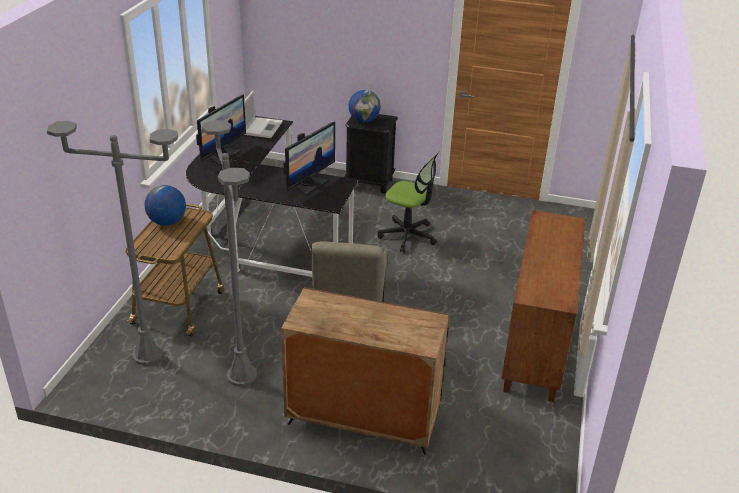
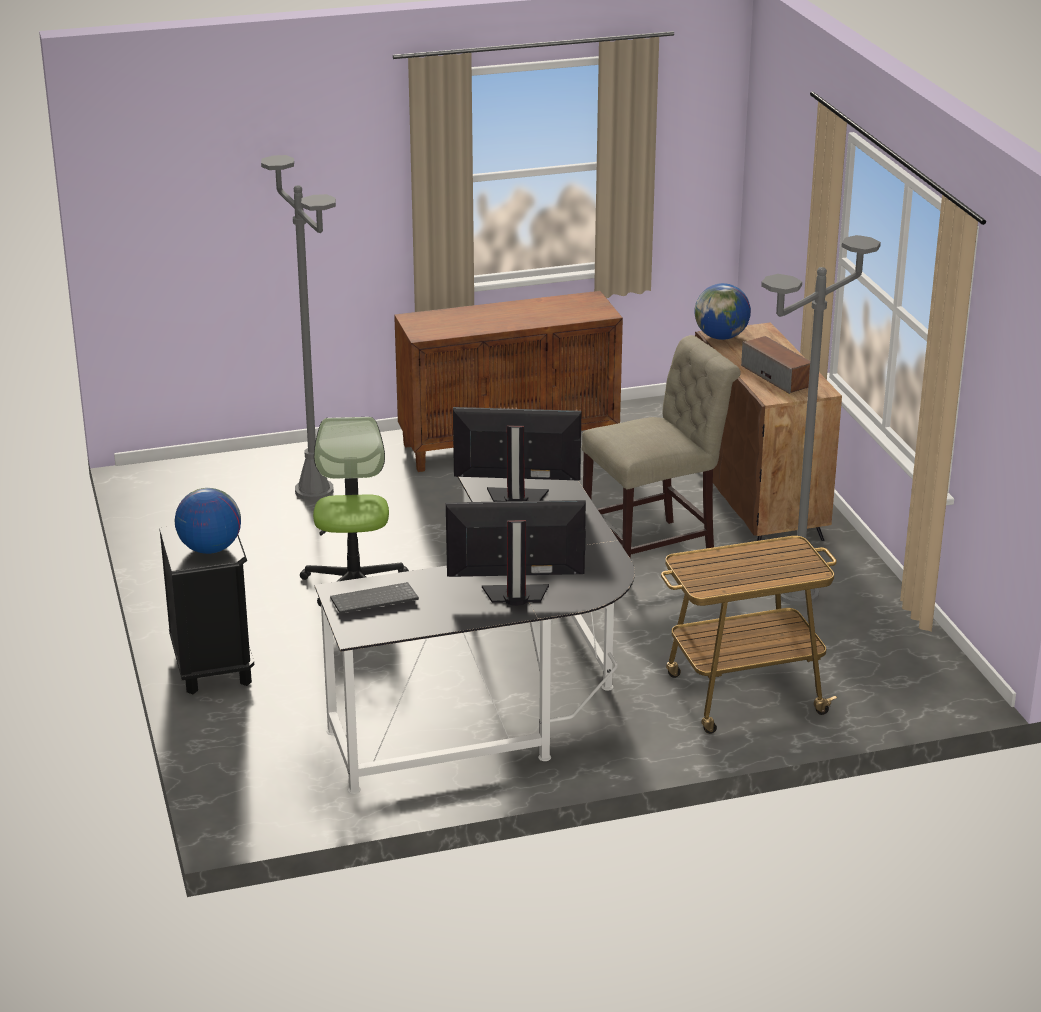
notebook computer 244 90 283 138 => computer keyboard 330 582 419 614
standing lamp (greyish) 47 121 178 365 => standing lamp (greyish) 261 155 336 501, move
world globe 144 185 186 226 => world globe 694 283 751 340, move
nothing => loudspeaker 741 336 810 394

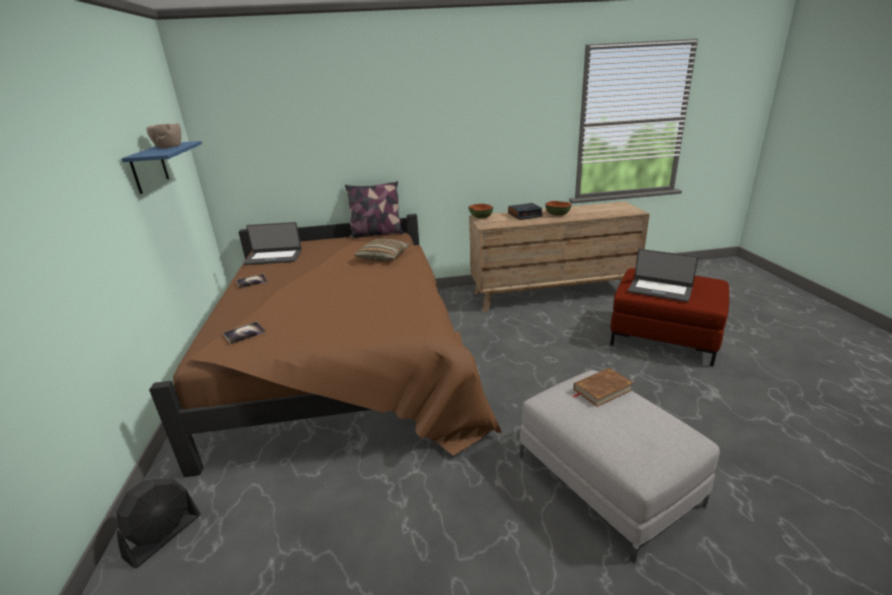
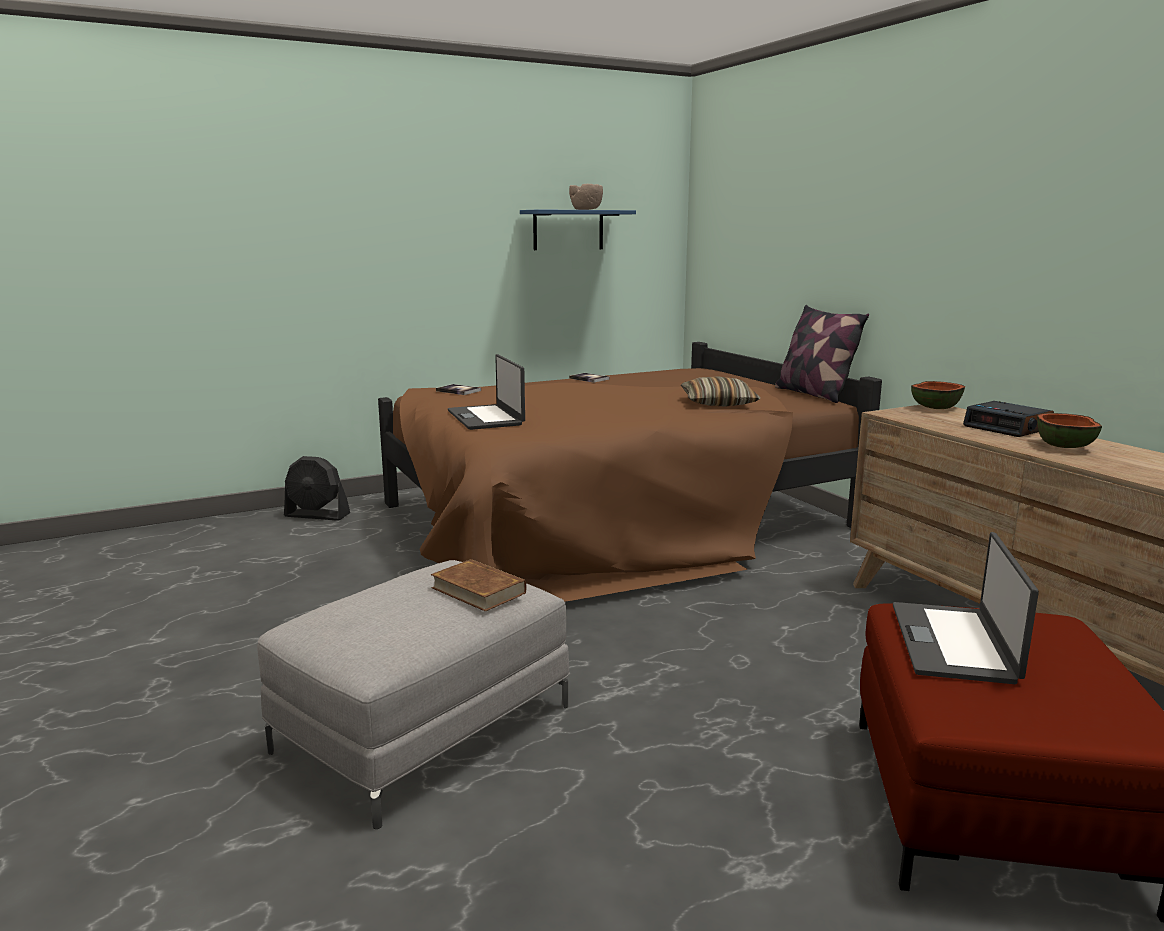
notebook computer 243 222 302 265 => notebook computer 448 354 525 430, move

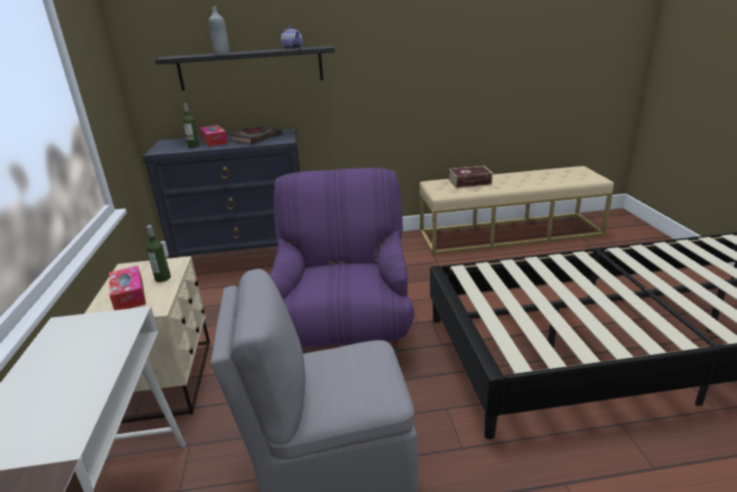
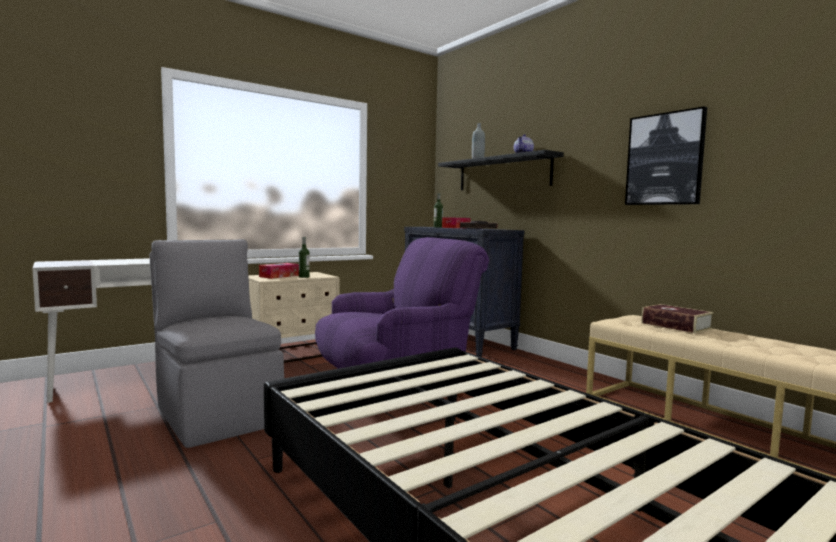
nothing => wall art 625 106 707 205

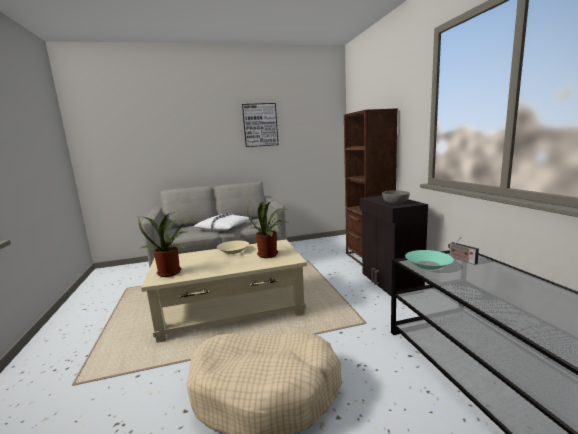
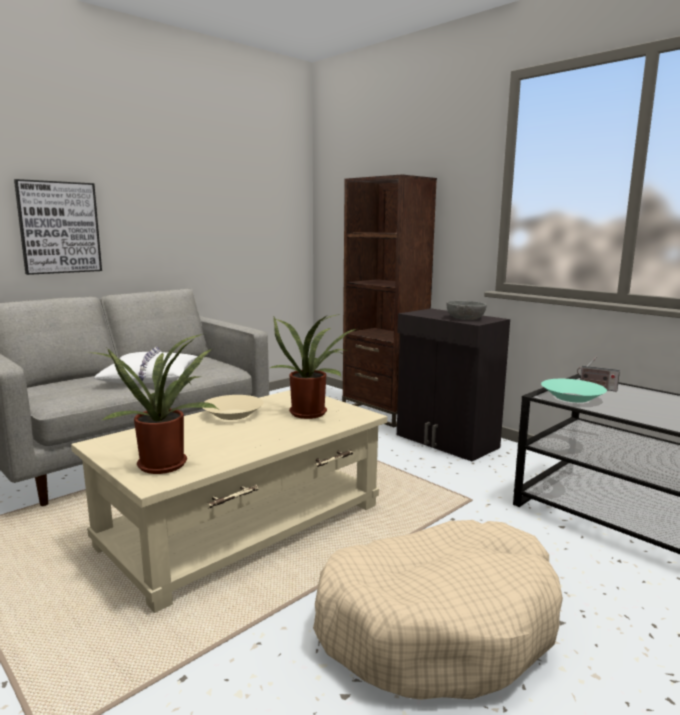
wall art 242 103 278 147 => wall art 14 179 102 275, move

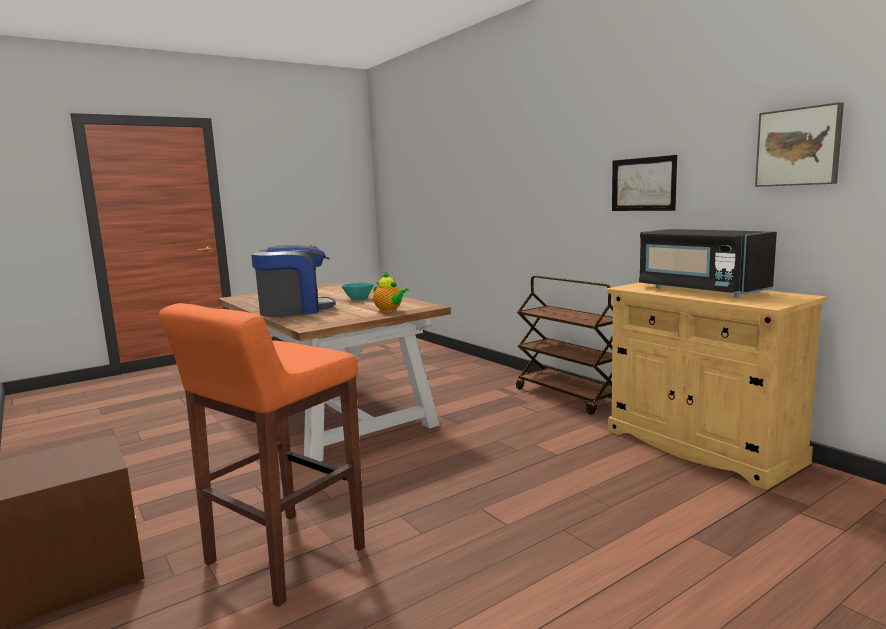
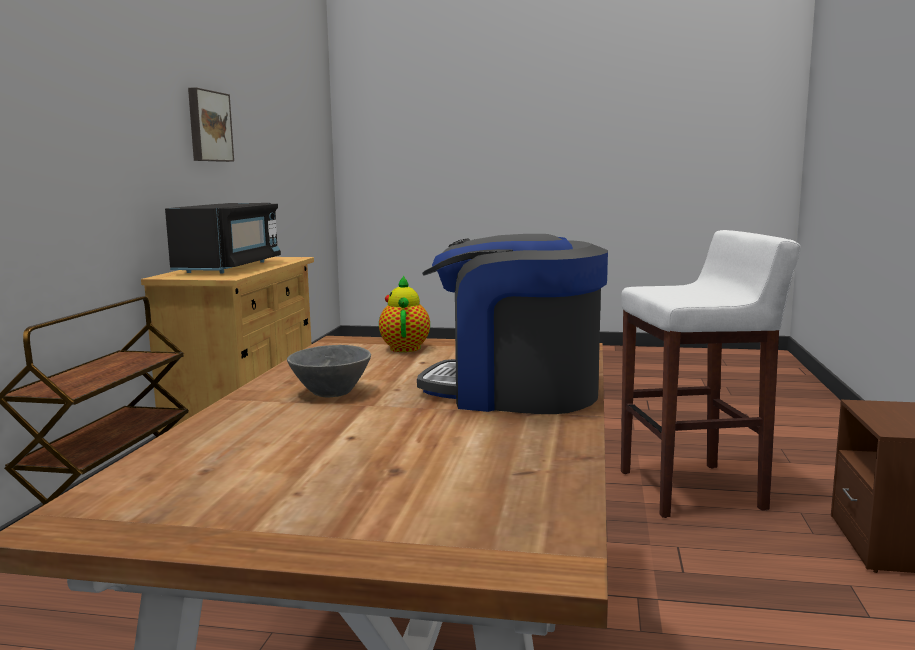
wall art 612 155 677 211 => nothing
deep dish (blue-green) 342 283 374 300 => deep dish (greyish) 287 345 371 397
stool (orangey) 159 303 365 607 => stool (white) 621 230 801 518

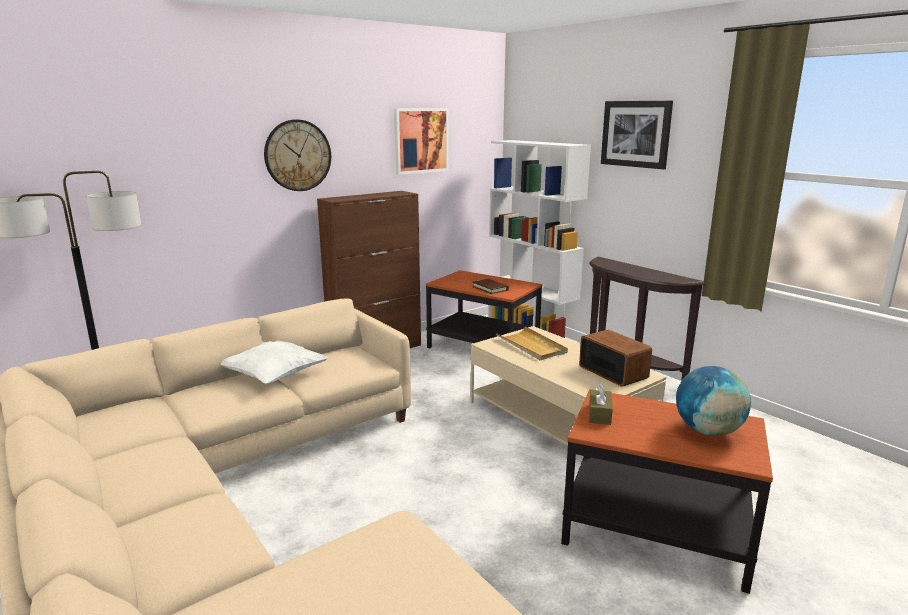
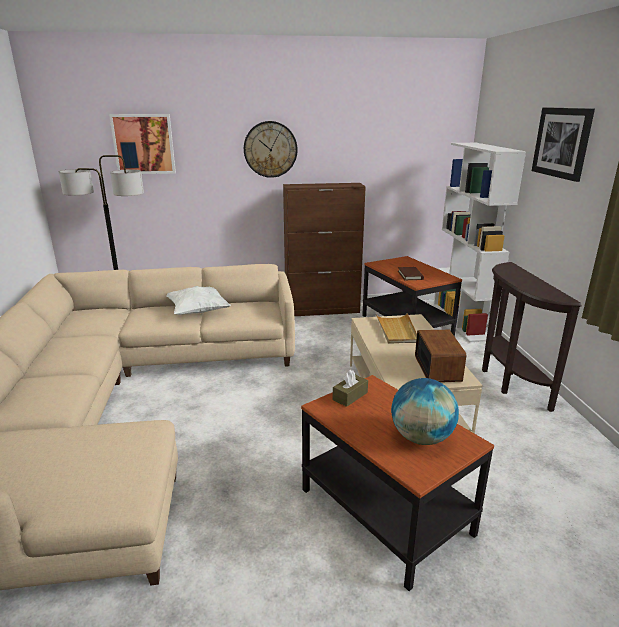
wall art 394 108 449 175 => wall art 109 114 176 174, move

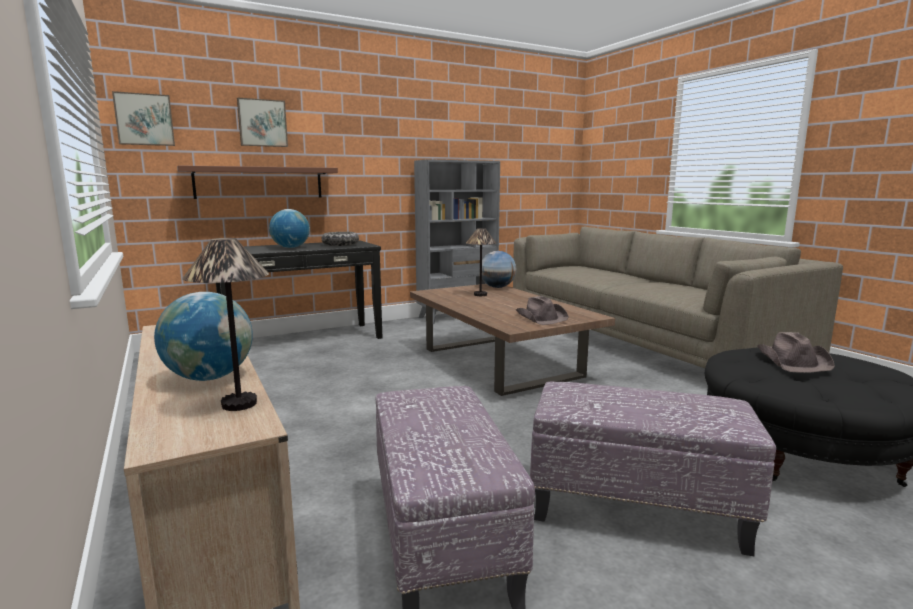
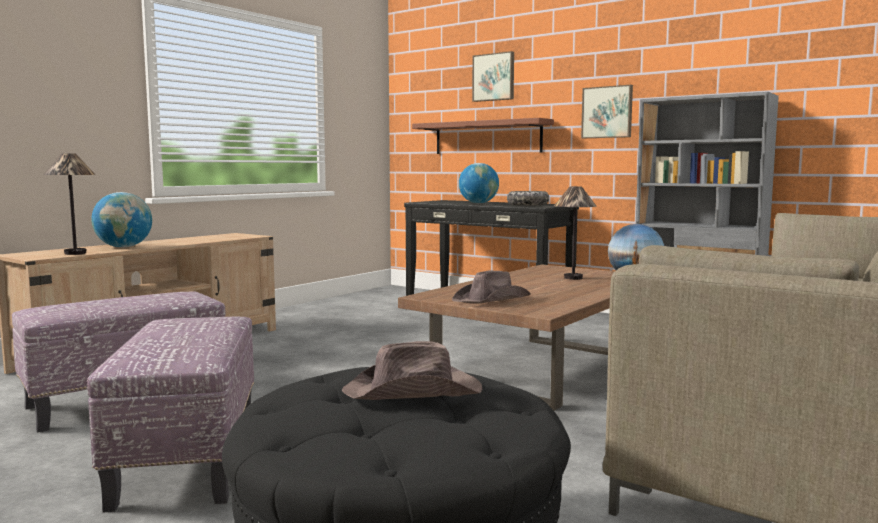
wall art 112 91 175 146 => wall art 581 85 633 138, move

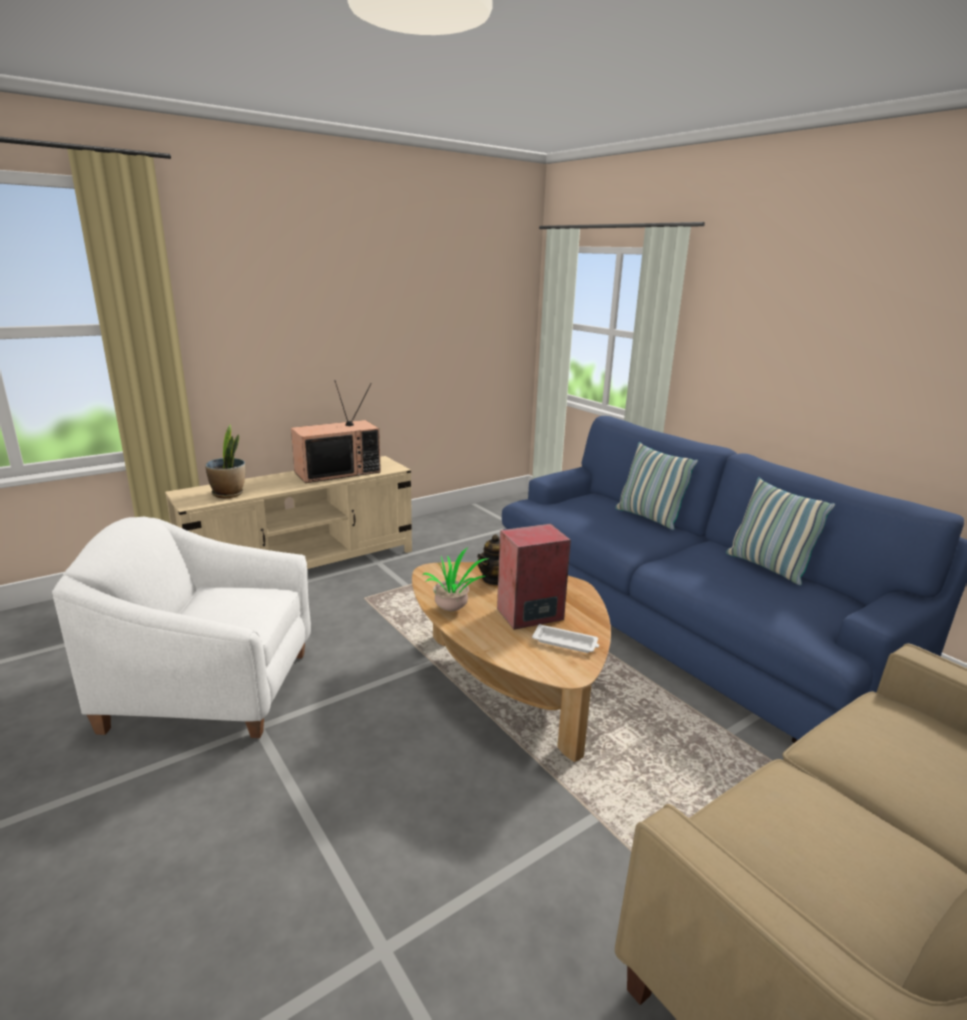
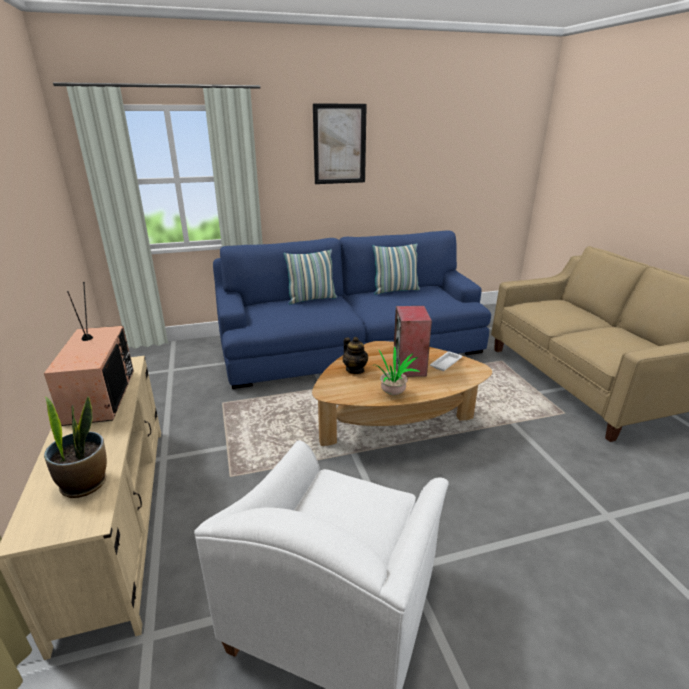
nothing => wall art 313 104 367 184

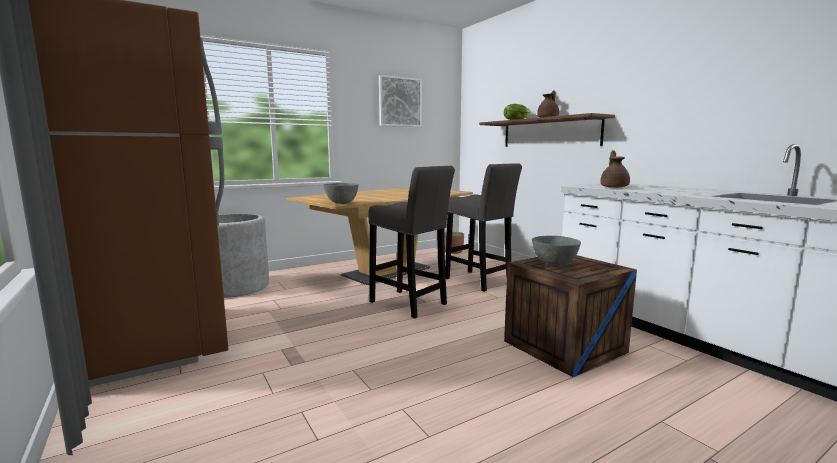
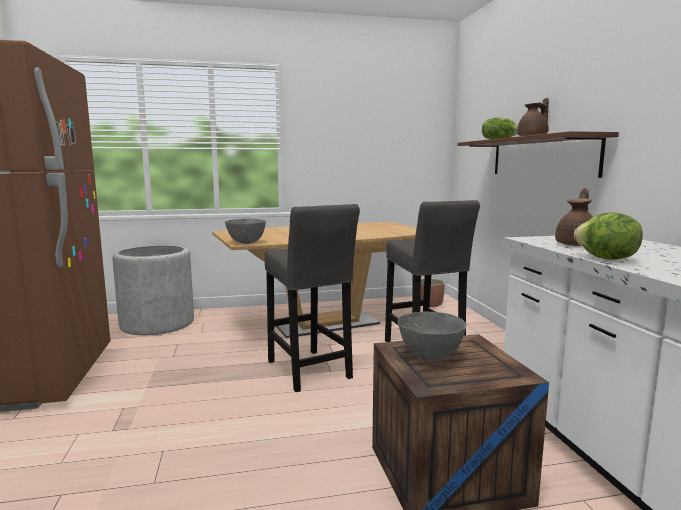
wall art 379 75 422 127 => nothing
nothing => head of lettuce 574 212 643 260

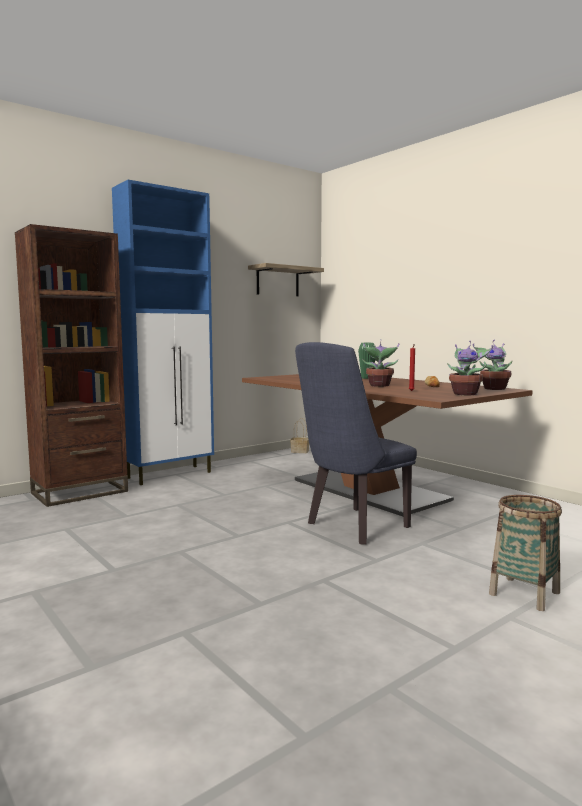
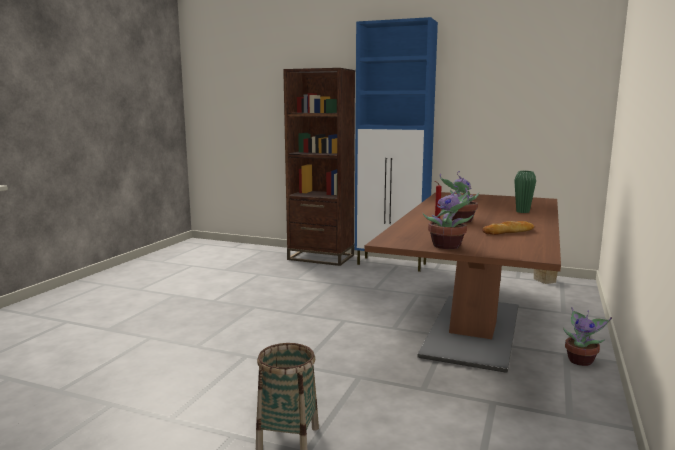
bracket shelf 248 263 324 296 => nothing
plant in a pot 473 340 512 390 => plant in a pot 563 307 612 366, move
chair (blue) 295 342 417 545 => nothing

